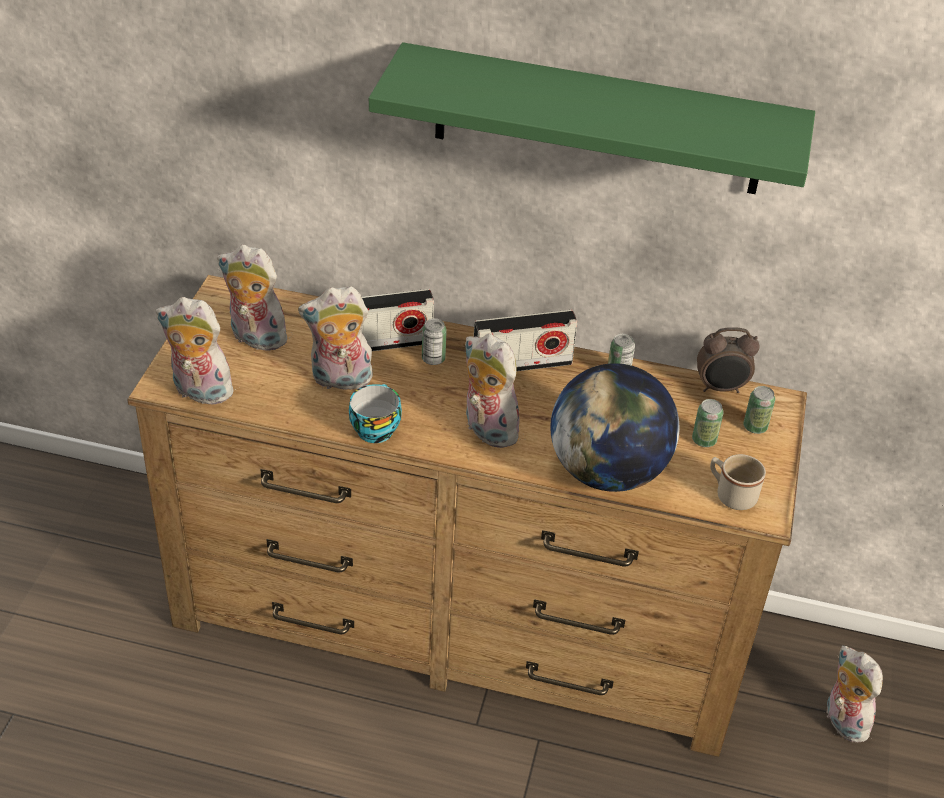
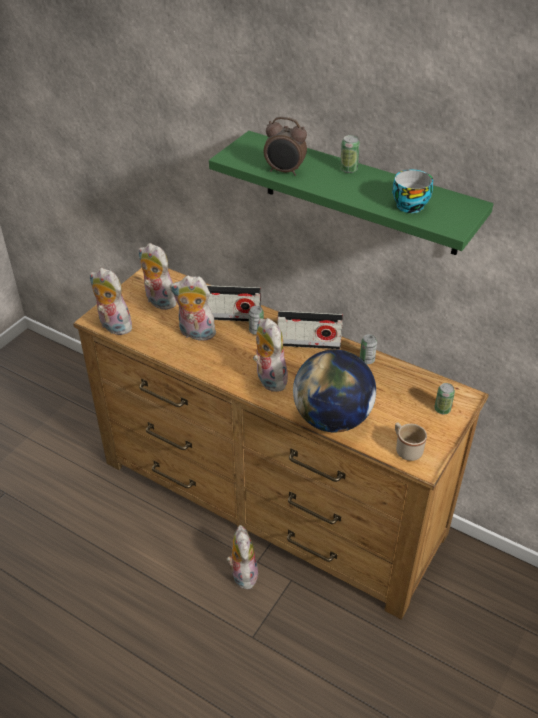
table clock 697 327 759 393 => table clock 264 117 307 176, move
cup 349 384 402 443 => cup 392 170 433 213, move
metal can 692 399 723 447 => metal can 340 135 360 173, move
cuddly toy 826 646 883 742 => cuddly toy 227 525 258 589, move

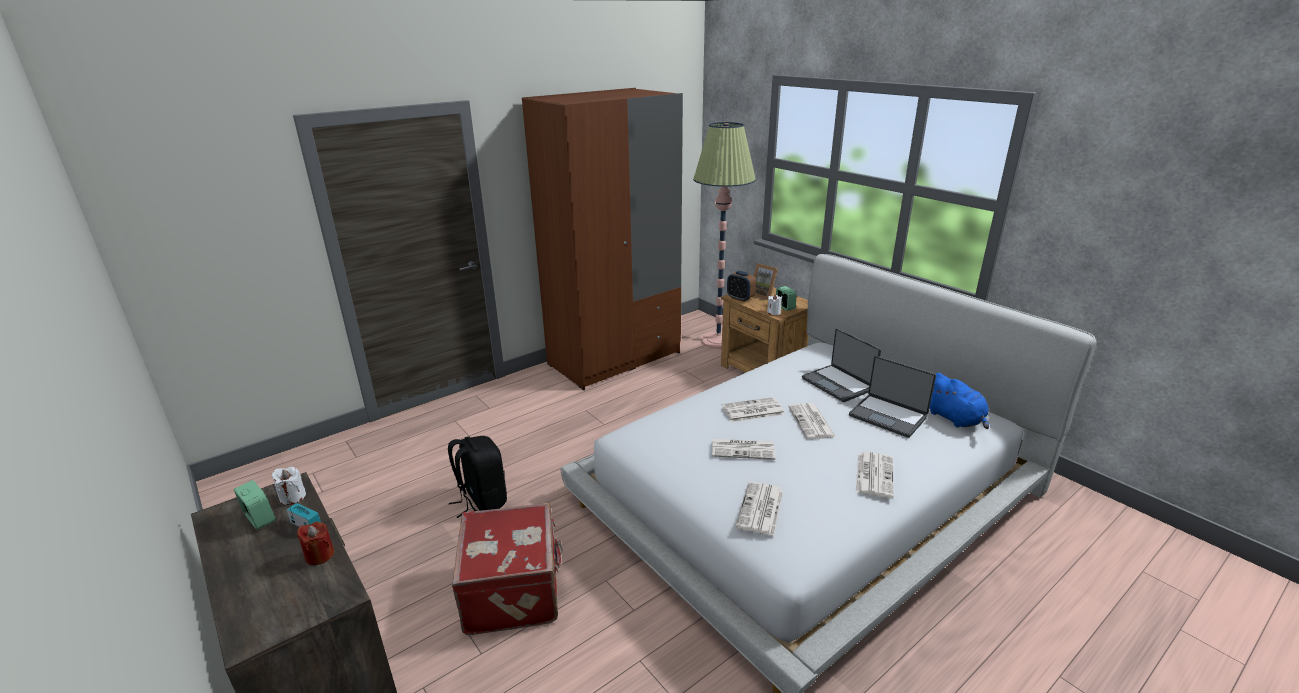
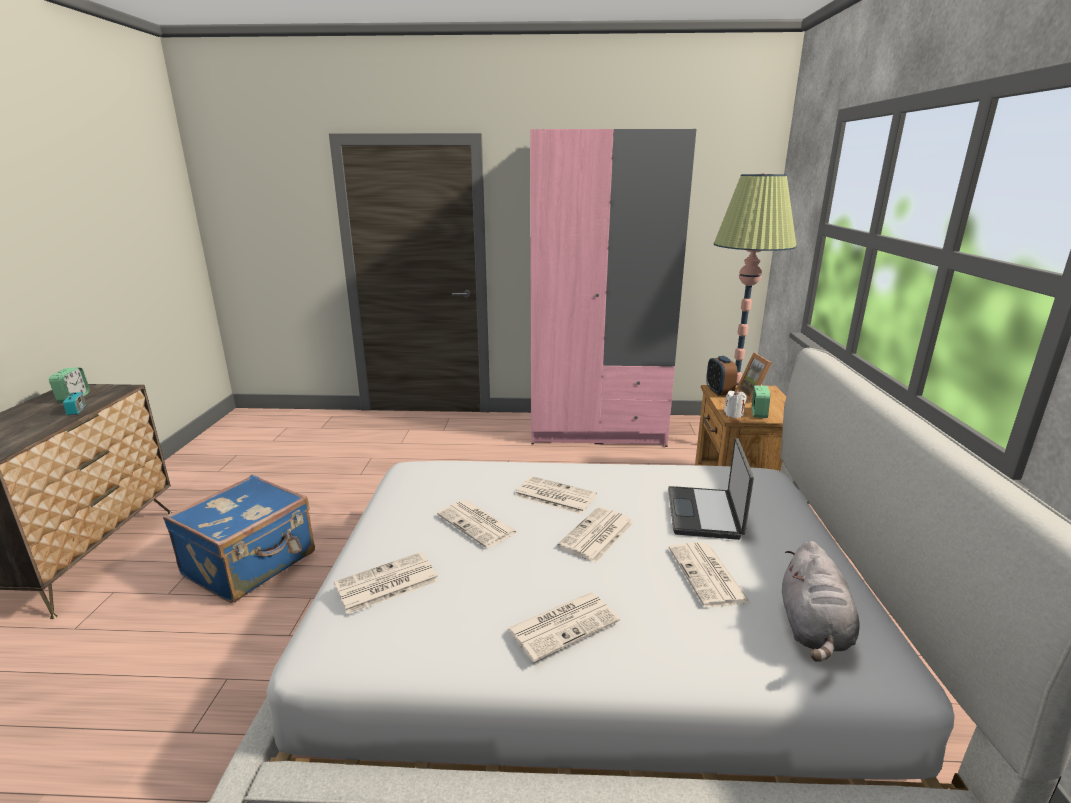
armoire (brown-coloured) 522 88 683 390 => armoire (pink) 530 129 696 447
notebook computer 849 356 936 438 => daily paper 669 542 751 607
cuddly toy (blue) 930 373 989 429 => cuddly toy (greyish) 782 541 860 662
rucksack (black-coloured) 448 436 507 518 => nothing
wax light (white) 272 467 306 505 => nothing
piece of luggage (red) 452 503 563 635 => piece of luggage (blue) 163 475 315 603
wax light (red) 297 521 334 565 => nothing

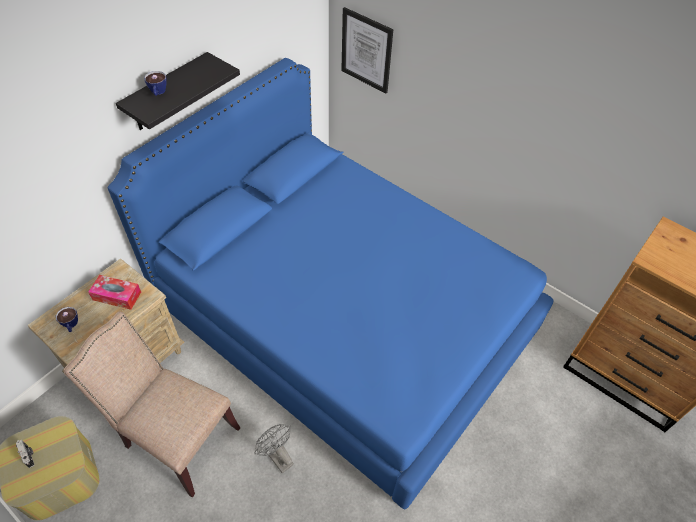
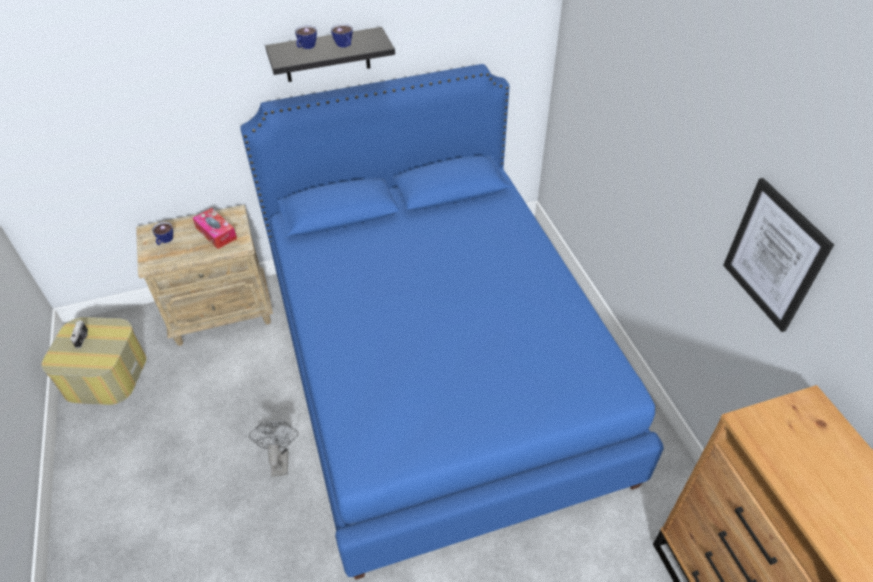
wall art 341 7 393 93 => wall art 723 178 834 332, move
chair (beige) 64 311 240 498 => nothing
nothing => cup 331 24 353 47

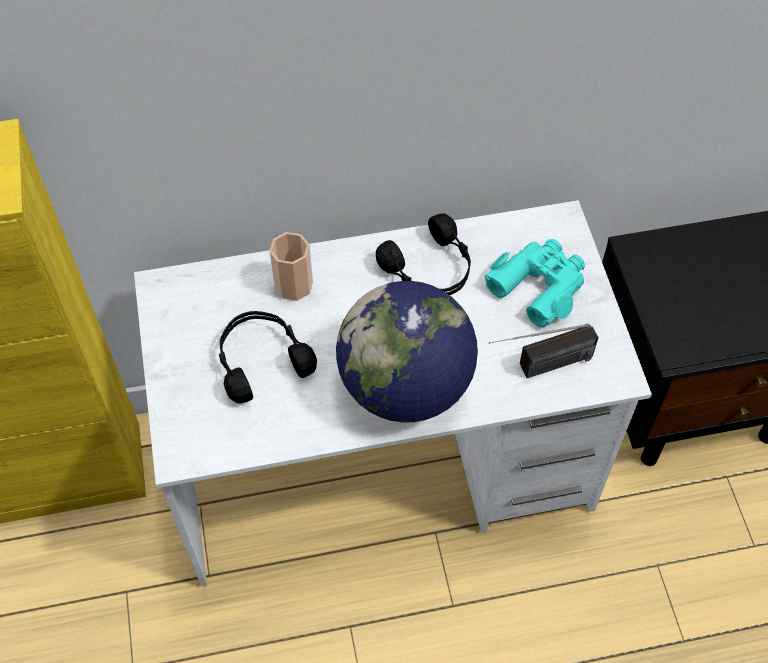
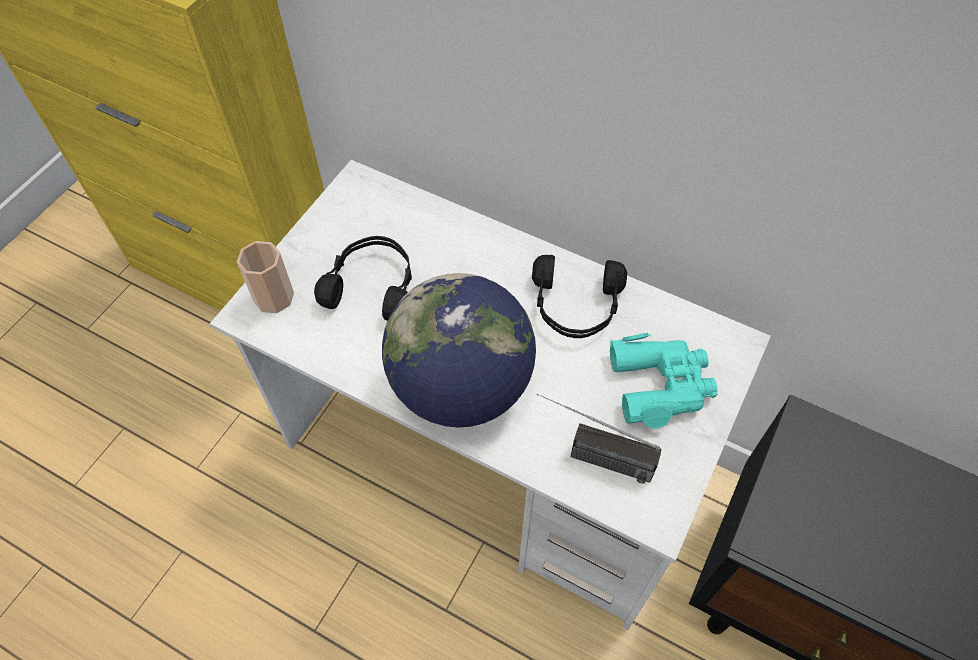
cup 270 232 313 301 => cup 237 241 294 313, move

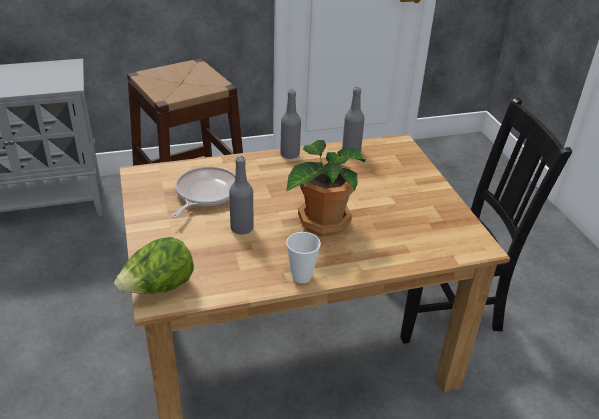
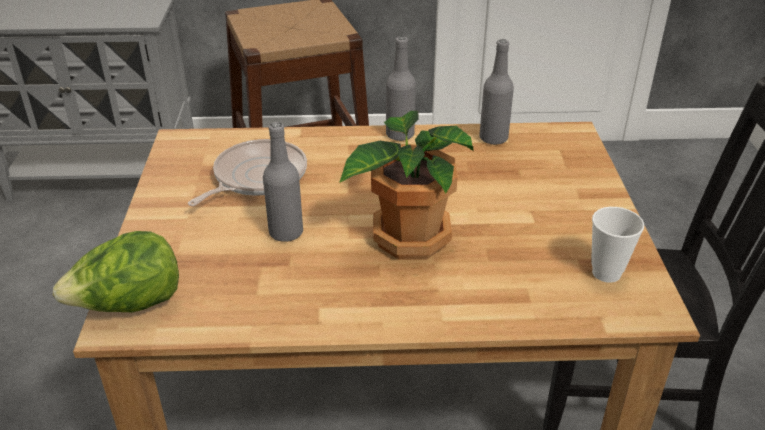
cup 286 232 321 283 => cup 591 207 644 283, move

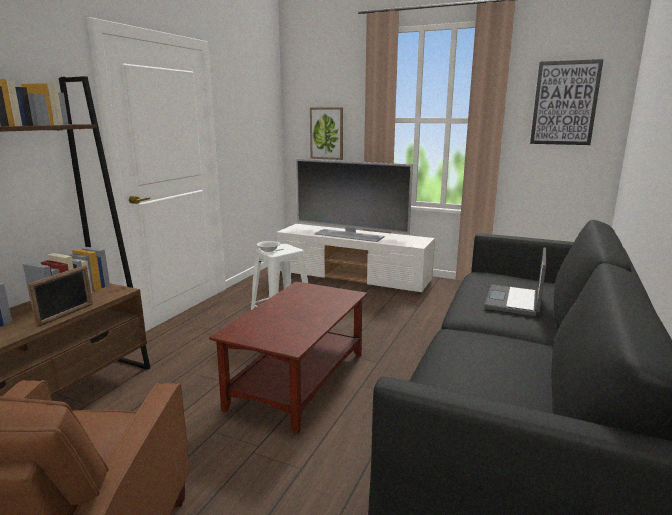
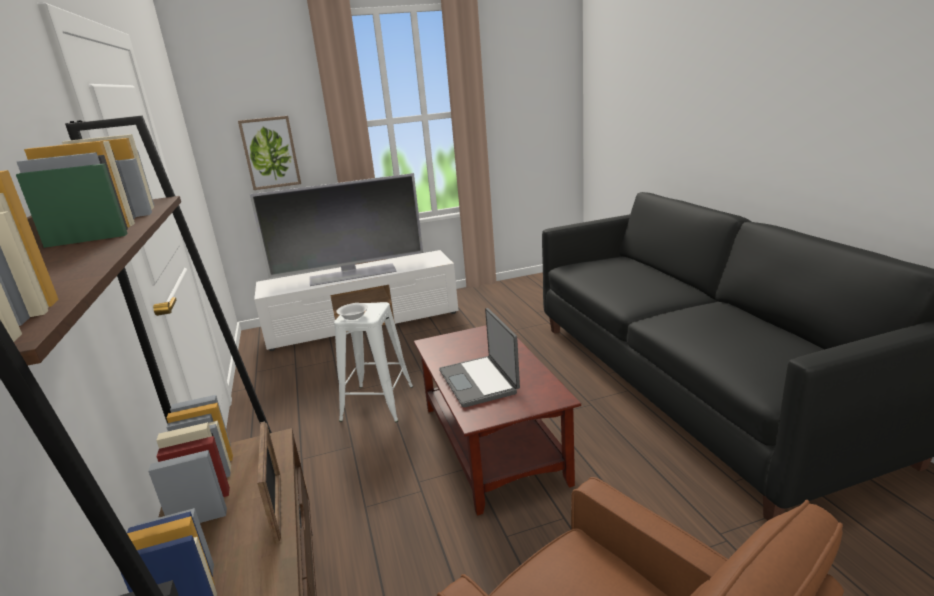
wall art 530 59 603 145 => nothing
notebook computer 484 247 546 316 => notebook computer 439 308 520 408, move

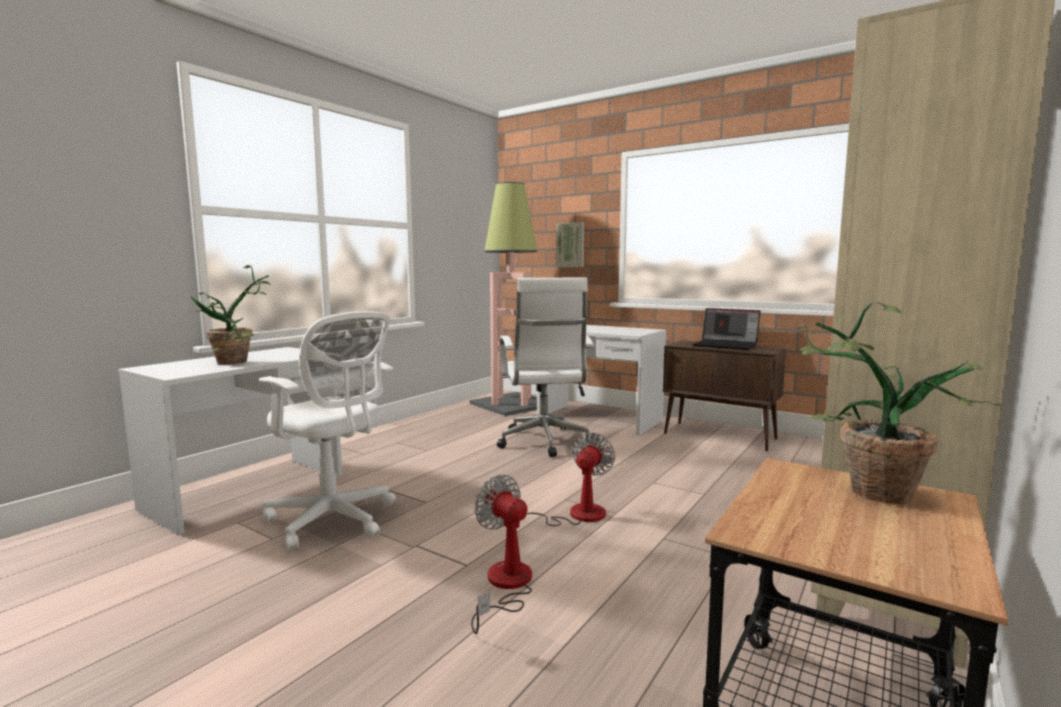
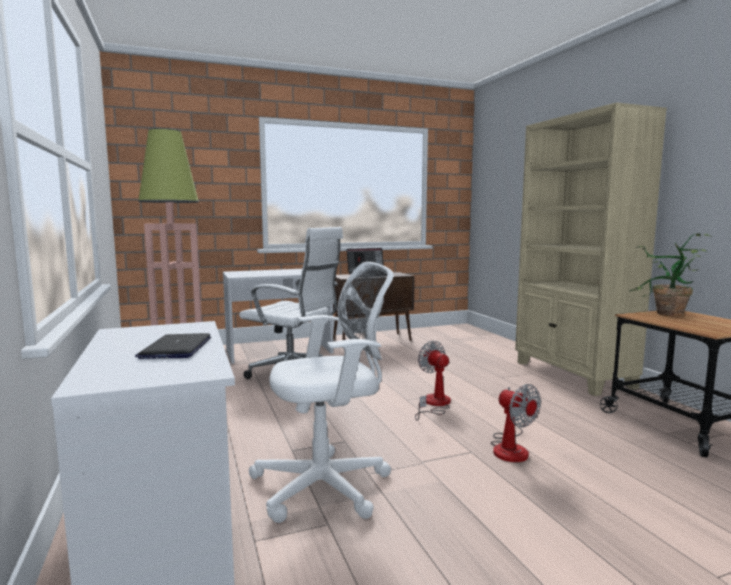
wall art 556 222 584 267 => nothing
plant in a pot 188 265 271 365 => notebook computer 135 333 211 359
cooling fan 471 475 532 634 => cooling fan 491 384 541 462, 120 degrees counterclockwise

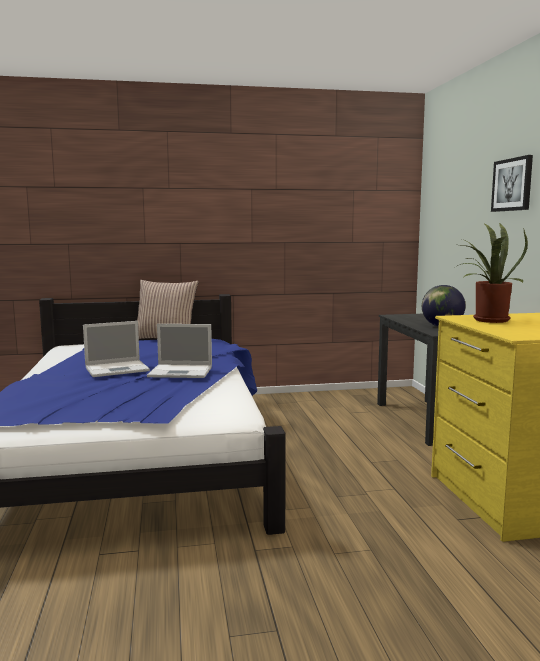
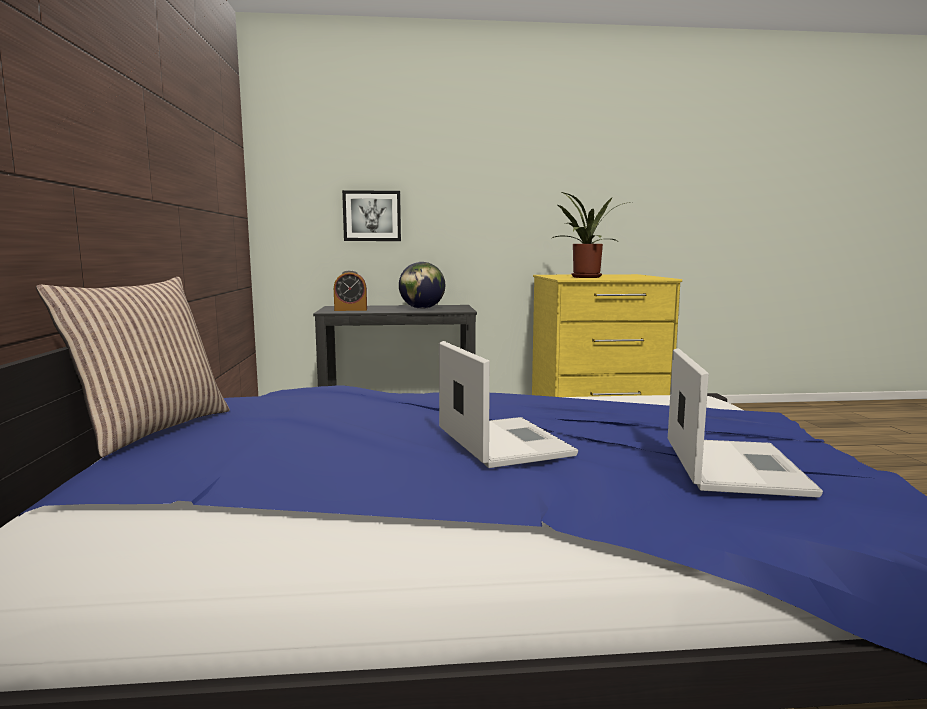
wall art 491 155 533 212 => wall art 342 190 401 241, move
notebook computer 147 324 212 378 => notebook computer 668 348 823 498, move
nothing => table clock 334 270 367 311

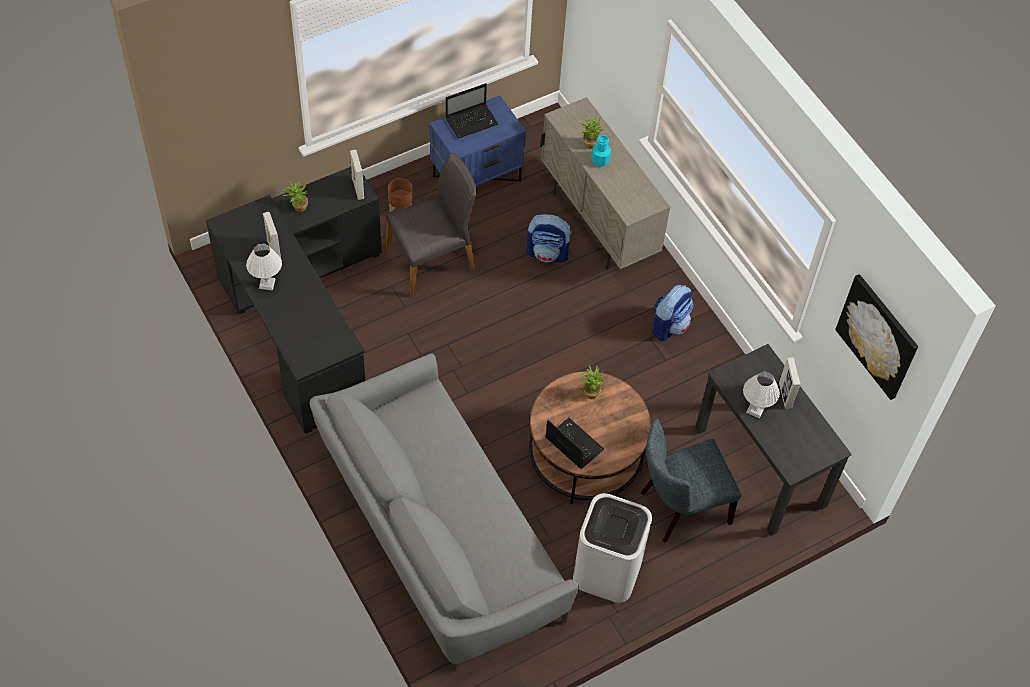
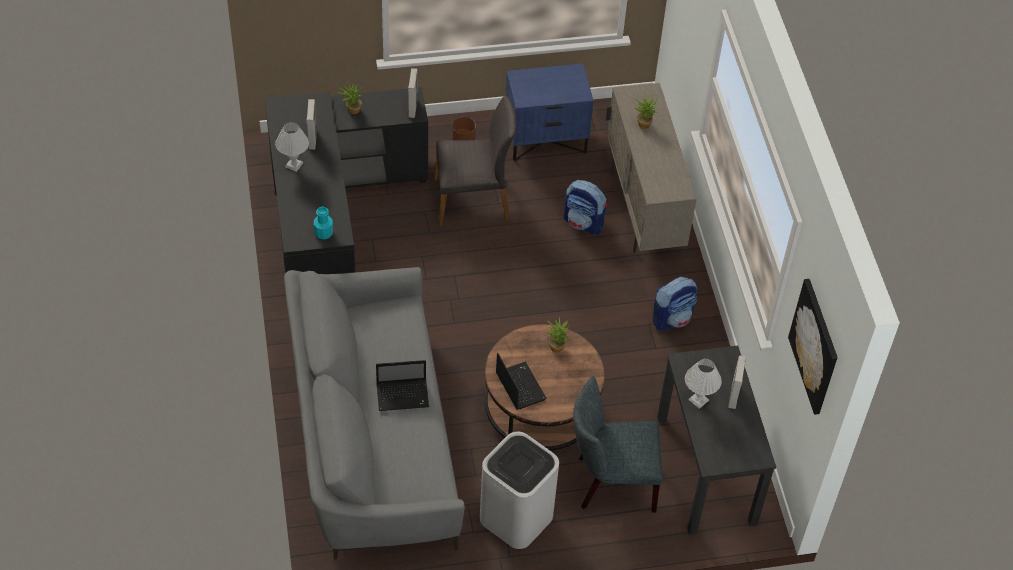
notebook computer 445 83 498 139 => notebook computer 376 360 429 411, move
bottle (blue-green) 591 135 611 167 => bottle (blue-green) 314 207 333 240, move

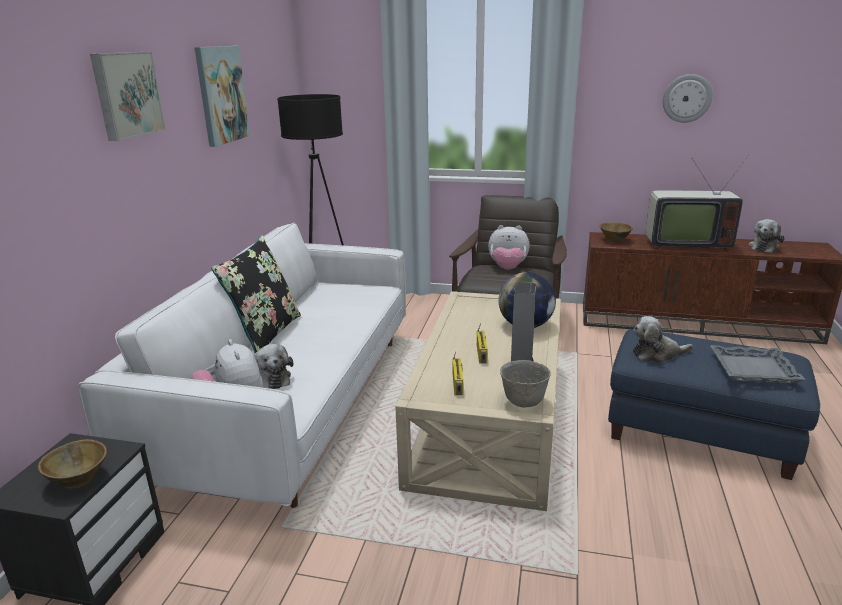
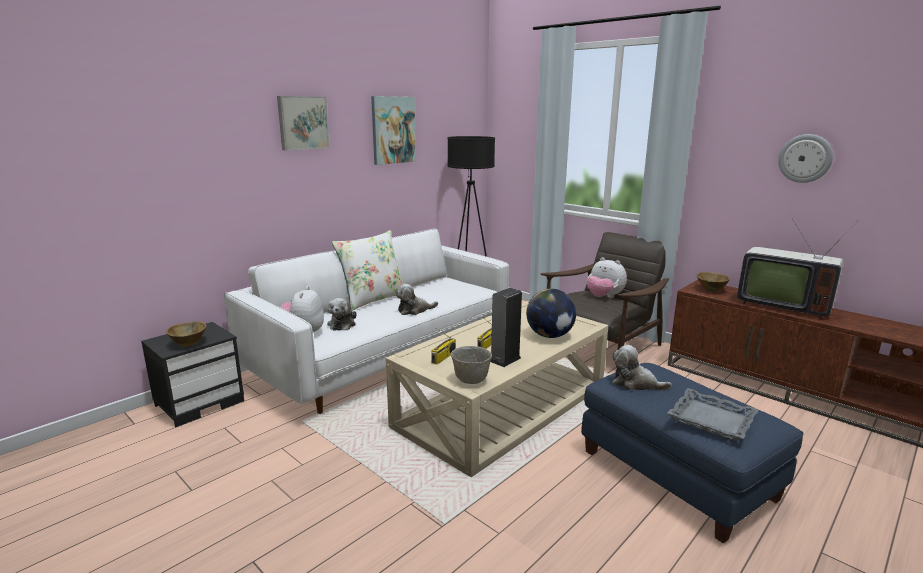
cuddly toy 749 219 785 253 => cuddly toy 396 284 438 315, move
throw pillow (black-coloured) 211 236 301 353 => throw pillow (white) 332 230 403 311

